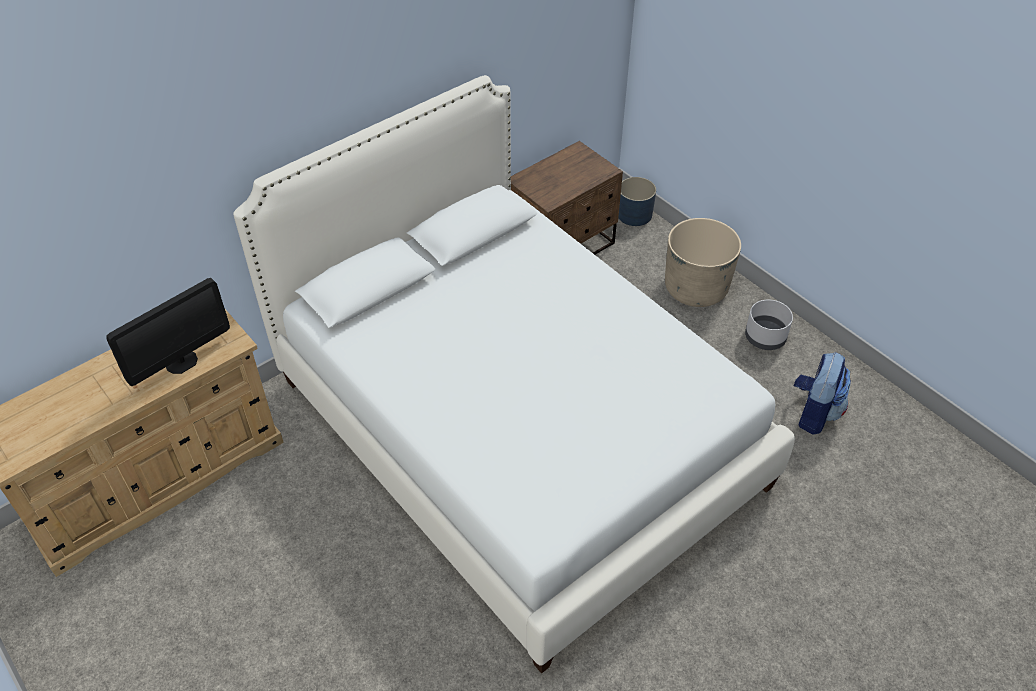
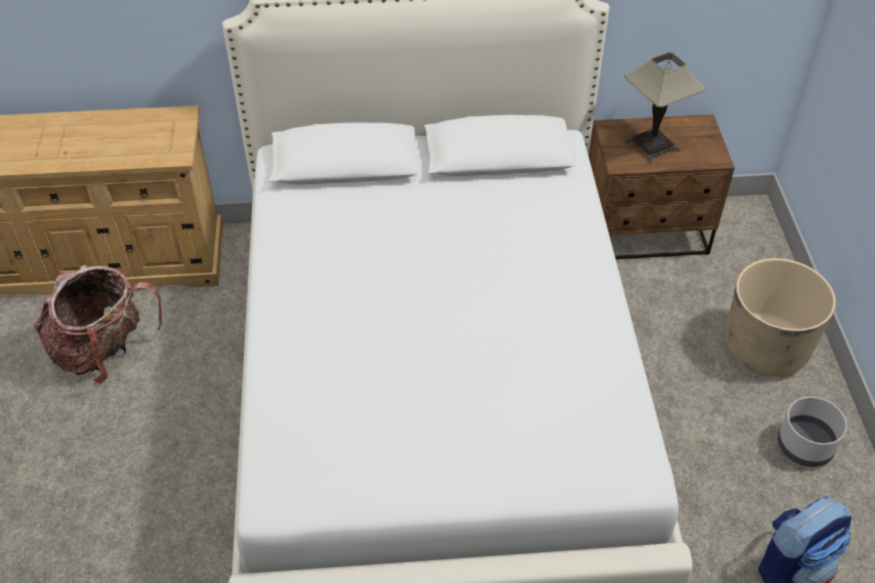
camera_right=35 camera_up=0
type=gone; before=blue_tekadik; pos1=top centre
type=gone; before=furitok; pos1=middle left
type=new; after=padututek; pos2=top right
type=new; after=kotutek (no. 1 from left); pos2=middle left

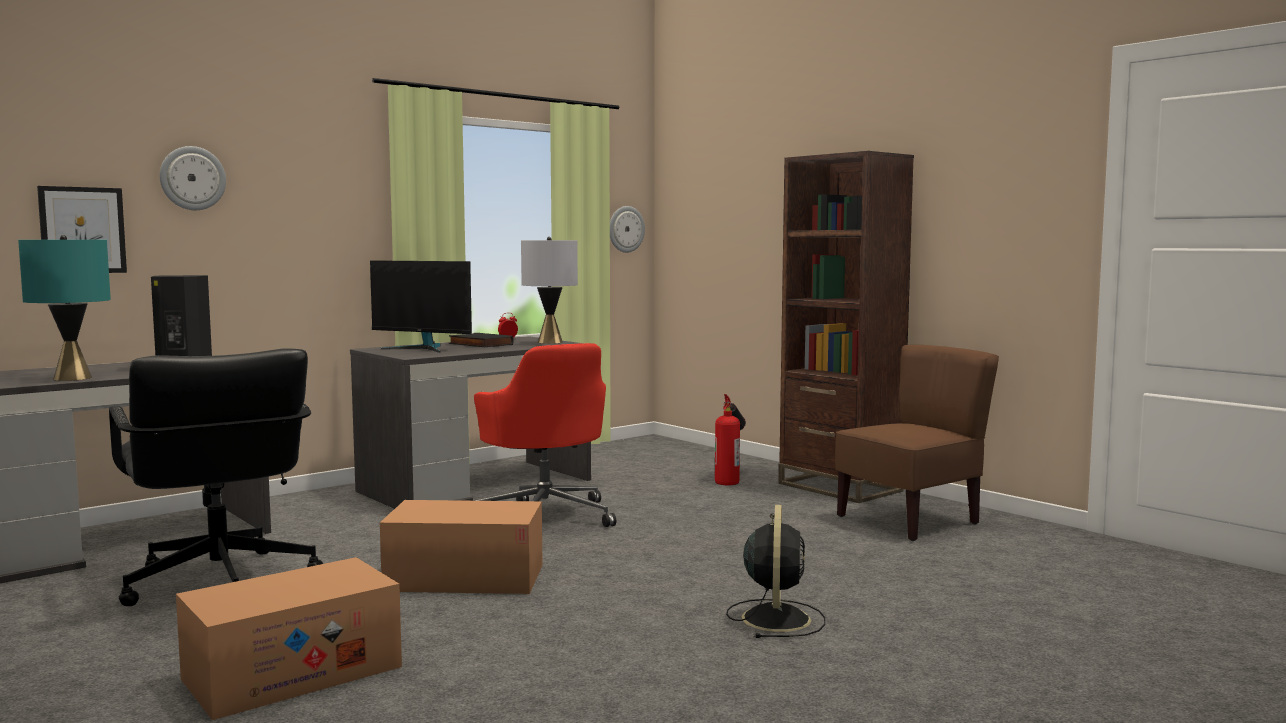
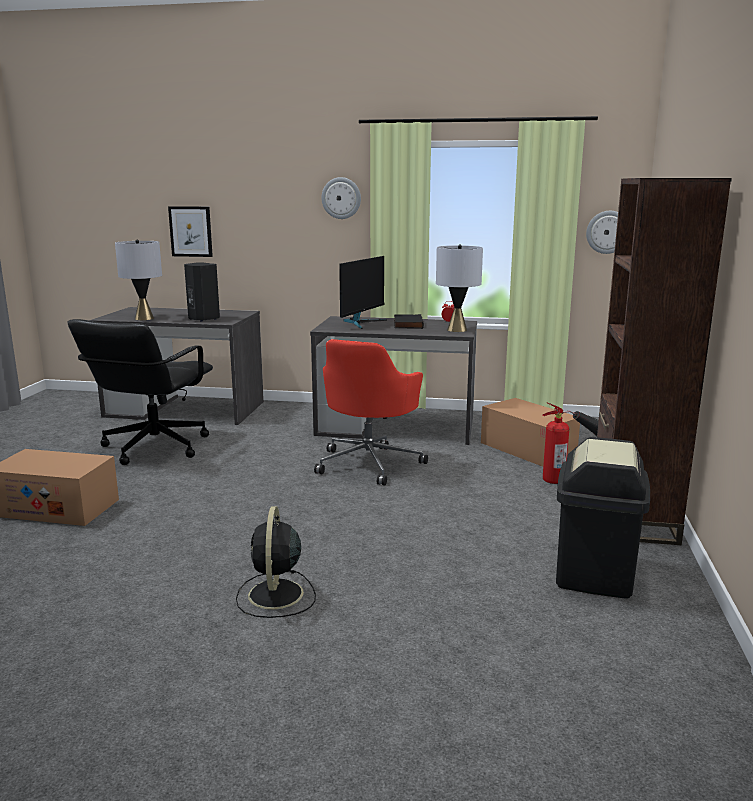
camera_right=50 camera_up=10
type=shifted; before=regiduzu (no. 1 from left); pos1=top left; pos2=top centre
type=repainted; before=turquoise_padututek; after=grey_padututek (no. 1 from left); pos1=middle left; pos2=middle left
type=rotated; before=furitok; pos1=middle left; pos2=centre; turn=-135
type=swapped; before=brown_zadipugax; after=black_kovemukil; pos1=middle right; pos2=middle right
type=shifted; before=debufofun (no. 2 from left); pos1=bottom centre; pos2=middle right
type=rotated; before=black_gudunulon; pos1=bottom centre; pos2=bottom centre; turn=120

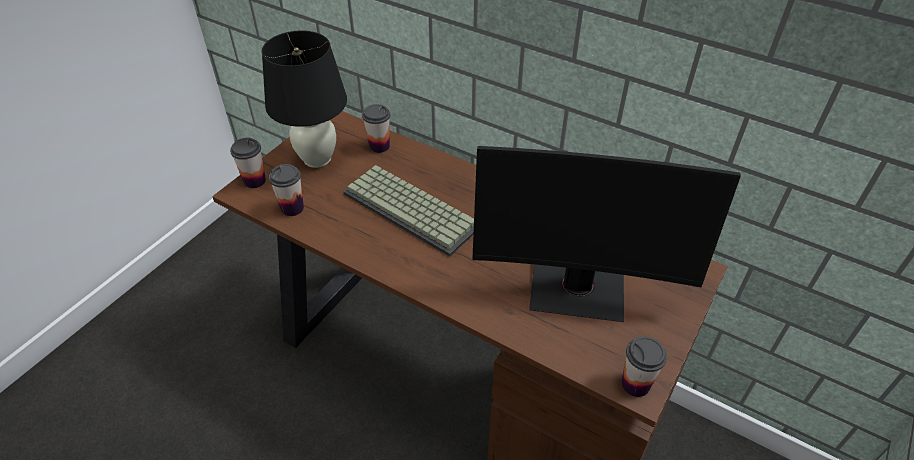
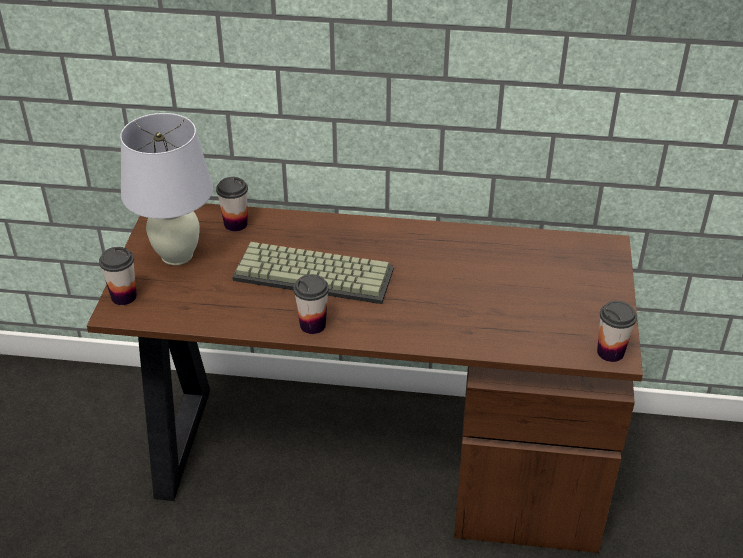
camera_right=-25 camera_up=-5
type=repainted; before=black_padututek; after=white_padututek; pos1=top left; pos2=middle left
type=gone; before=furitok; pos1=centre
type=shifted; before=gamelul (no. 2 from left in the first image); after=gamelul (no. 3 from left); pos1=middle left; pos2=centre

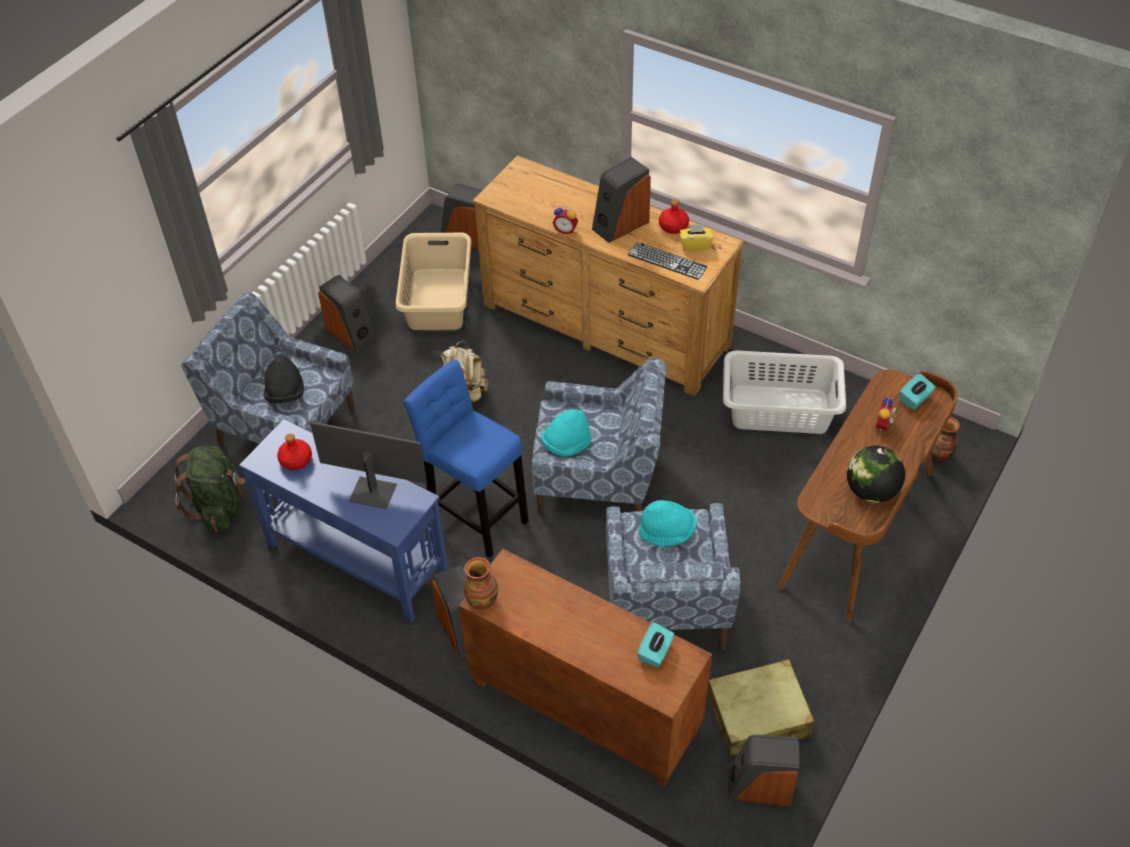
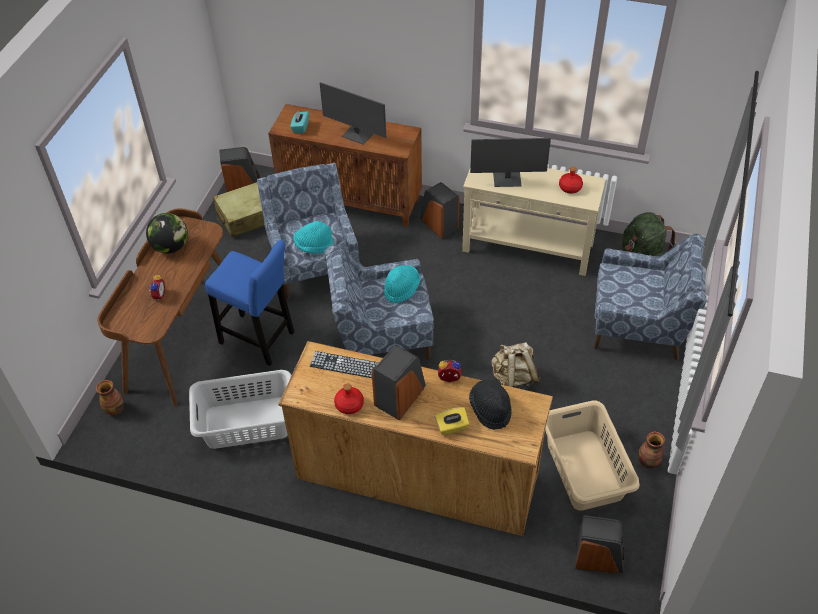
camera_right=165 camera_up=0
type=shifted; before=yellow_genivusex; pos1=top centre; pos2=bottom centre
type=gone; before=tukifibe (no. 1 from left); pos1=middle left
type=shifted; before=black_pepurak; pos1=middle left; pos2=centre
type=shifted; before=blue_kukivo; pos1=centre; pos2=middle left
type=gone; before=turquoise_genivusex (no. 2 from left); pos1=middle right
type=repainted; before=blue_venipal; after=beige_venipal; pos1=middle left; pos2=centre
type=shifted; before=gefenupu (no. 1 from left in the first image); after=gefenupu (no. 2 from left); pos1=bottom centre; pos2=bottom right
type=new; after=furitok (no. 1 from left); pos2=top centre

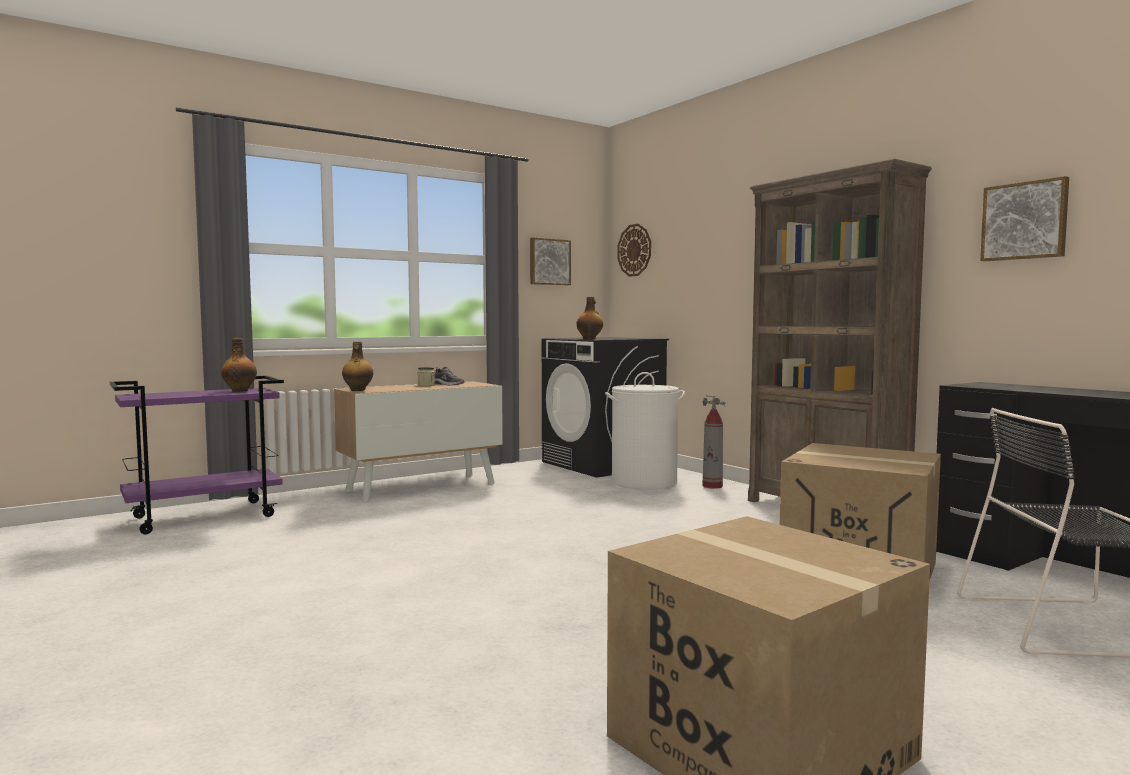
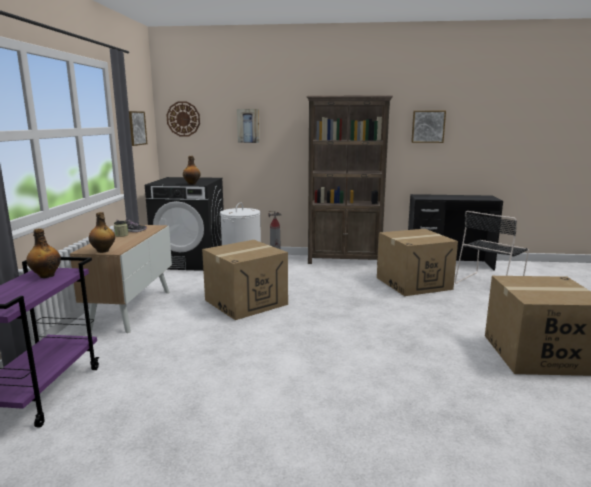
camera_right=-50 camera_up=10
type=new; after=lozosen (no. 2 from left); pos2=top centre
type=new; after=debufofun (no. 1 from left); pos2=centre

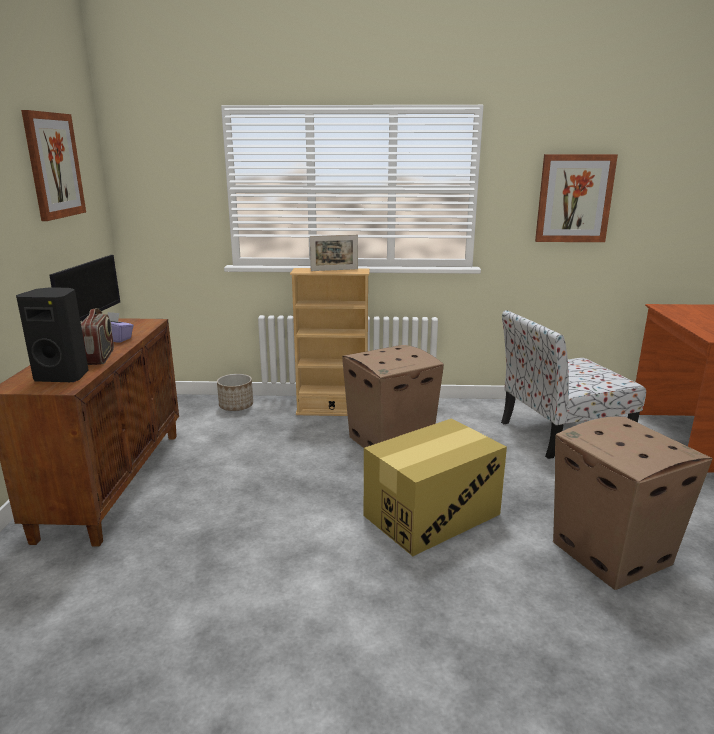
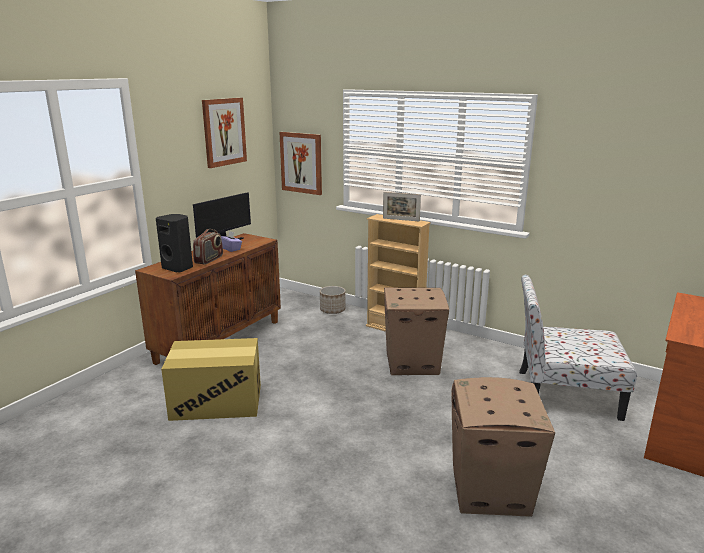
camera_right=30 camera_up=0
type=shifted; before=lozosen (no. 2 from left); pos1=top right; pos2=top centre
type=shifted; before=debufofun (no. 2 from left in the first image); after=debufofun (no. 1 from left); pos1=centre; pos2=bottom left

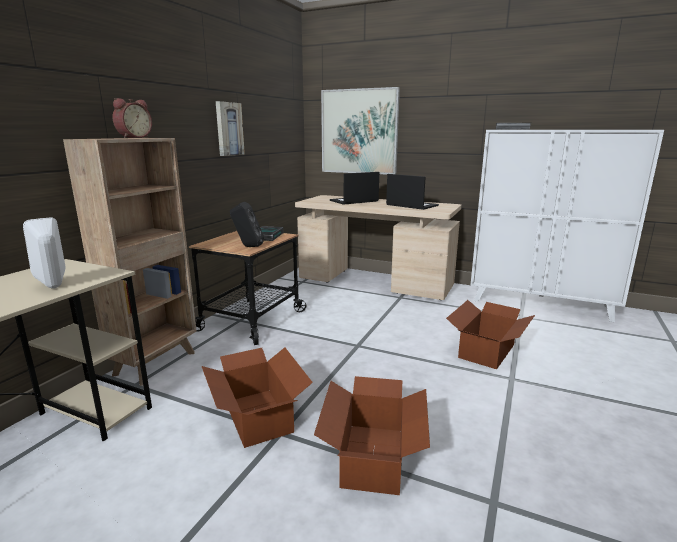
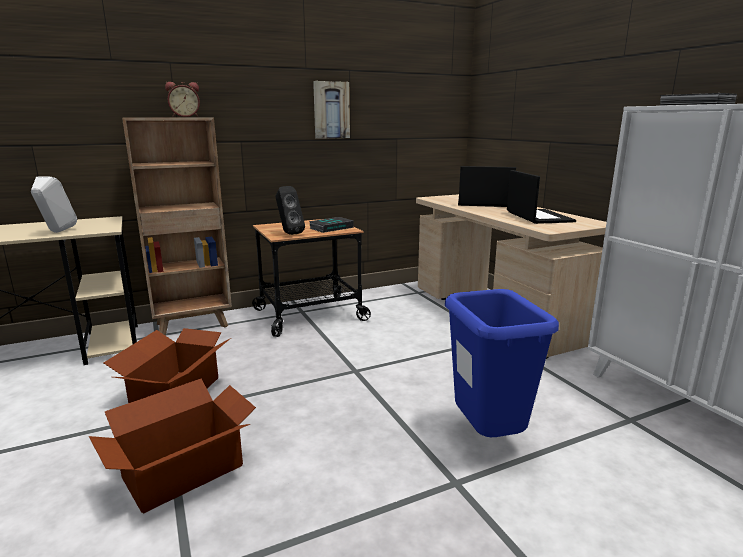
camera_right=40 camera_up=0
type=gone; before=lozosen (no. 2 from left); pos1=top centre
type=swapped; before=debufofun (no. 3 from left); after=blue_kovemukil; pos1=middle right; pos2=middle right

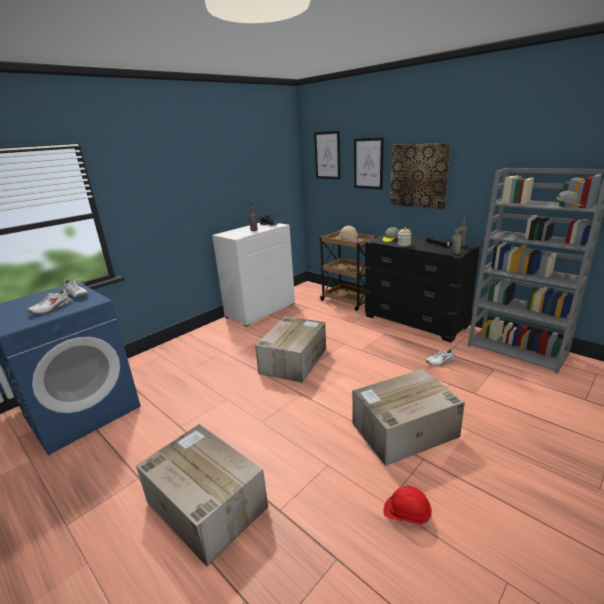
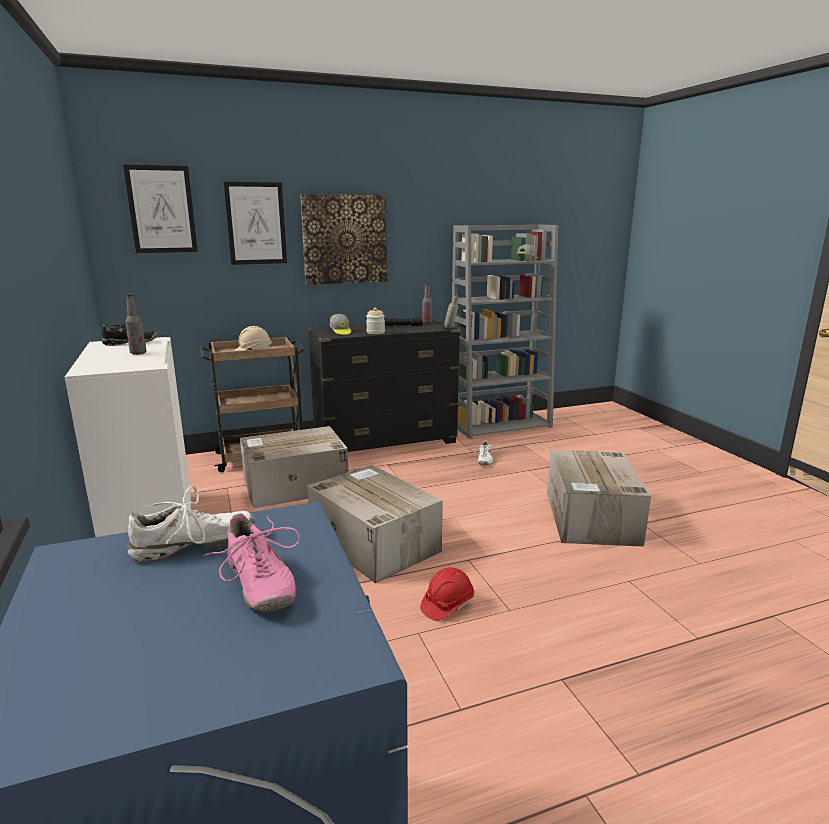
camera_right=-65 camera_up=-5
type=repainted; before=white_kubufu (no. 1 from left); after=pink_kubufu; pos1=middle left; pos2=bottom left
type=shifted; before=debufofun (no. 1 from left); pos1=bottom centre; pos2=centre
type=shifted; before=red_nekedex; pos1=bottom right; pos2=bottom centre

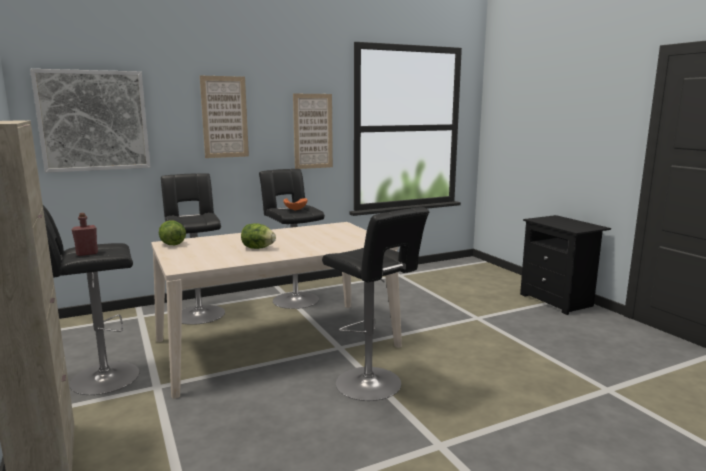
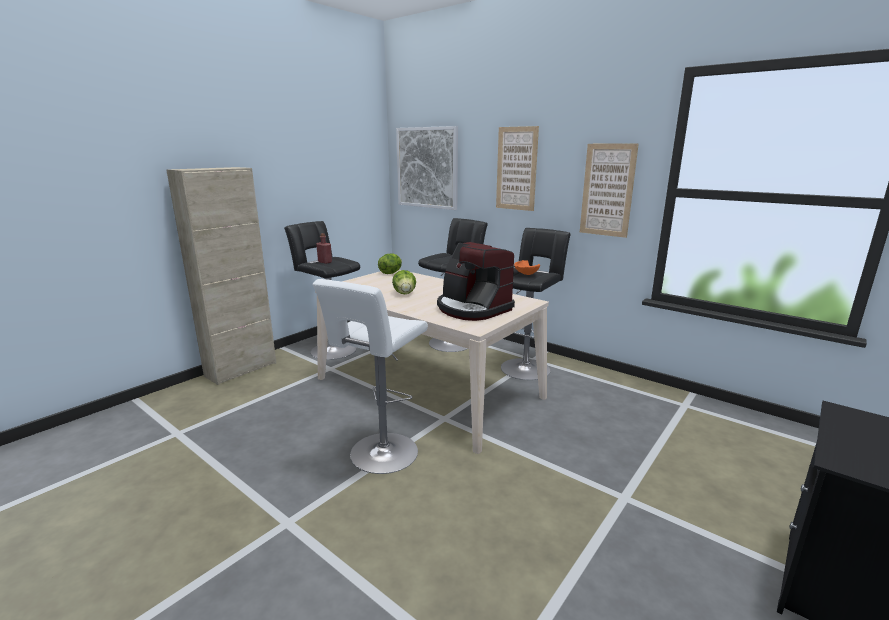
camera_right=65 camera_up=5
type=repainted; before=black_kukivo (no. 4 from left); after=white_kukivo; pos1=centre; pos2=centre
type=new; after=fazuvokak; pos2=centre

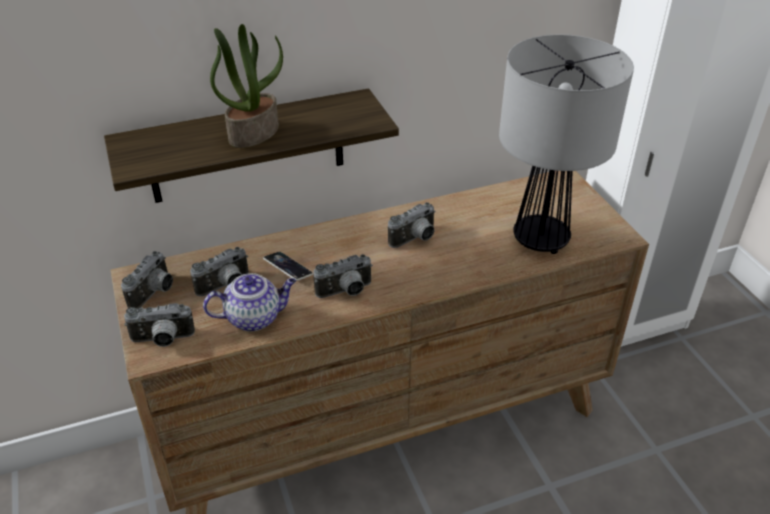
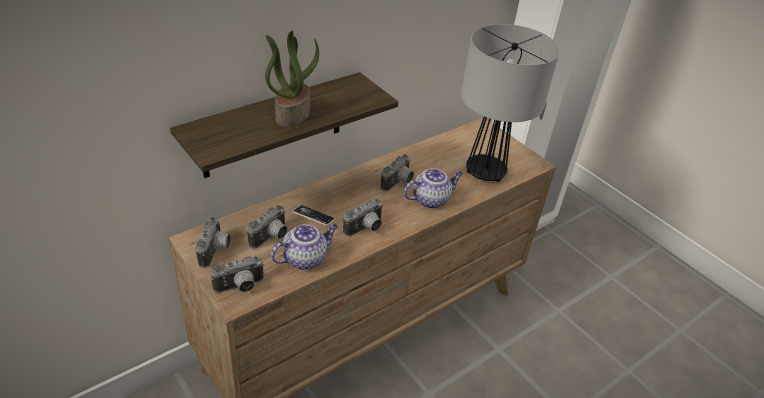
camera_right=-20 camera_up=0
type=new; after=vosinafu (no. 2 from left); pos2=centre

